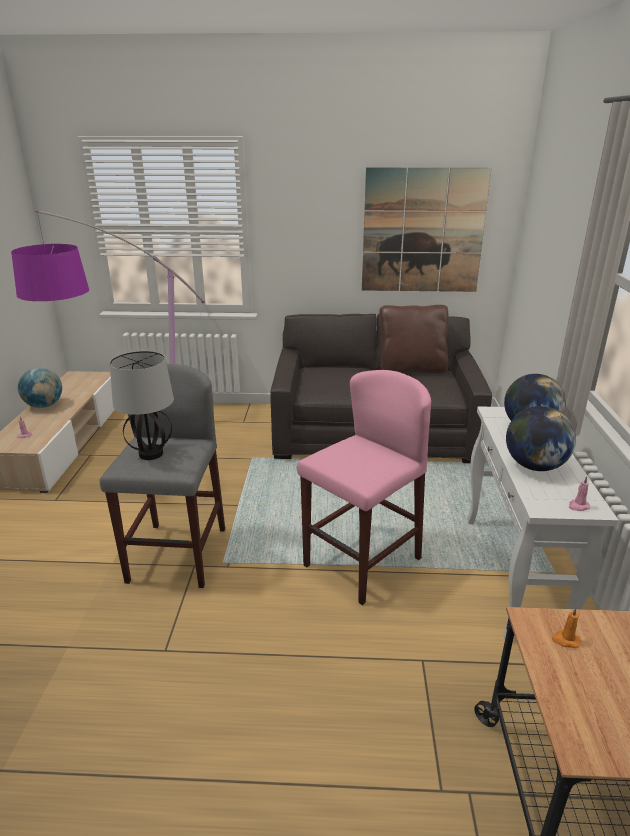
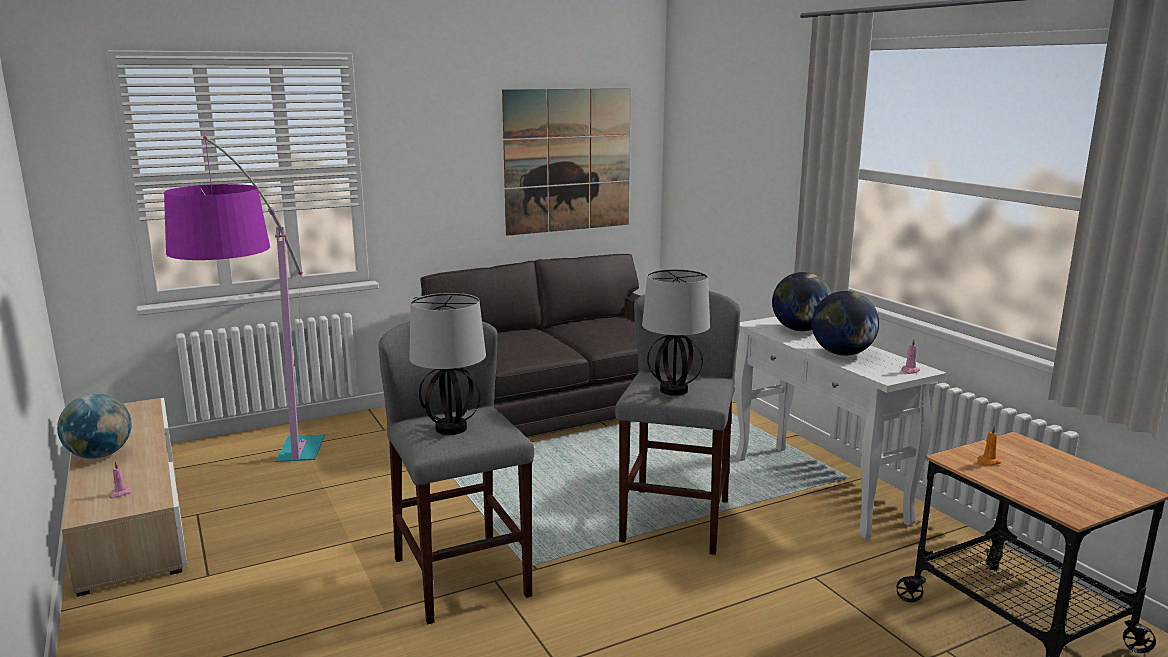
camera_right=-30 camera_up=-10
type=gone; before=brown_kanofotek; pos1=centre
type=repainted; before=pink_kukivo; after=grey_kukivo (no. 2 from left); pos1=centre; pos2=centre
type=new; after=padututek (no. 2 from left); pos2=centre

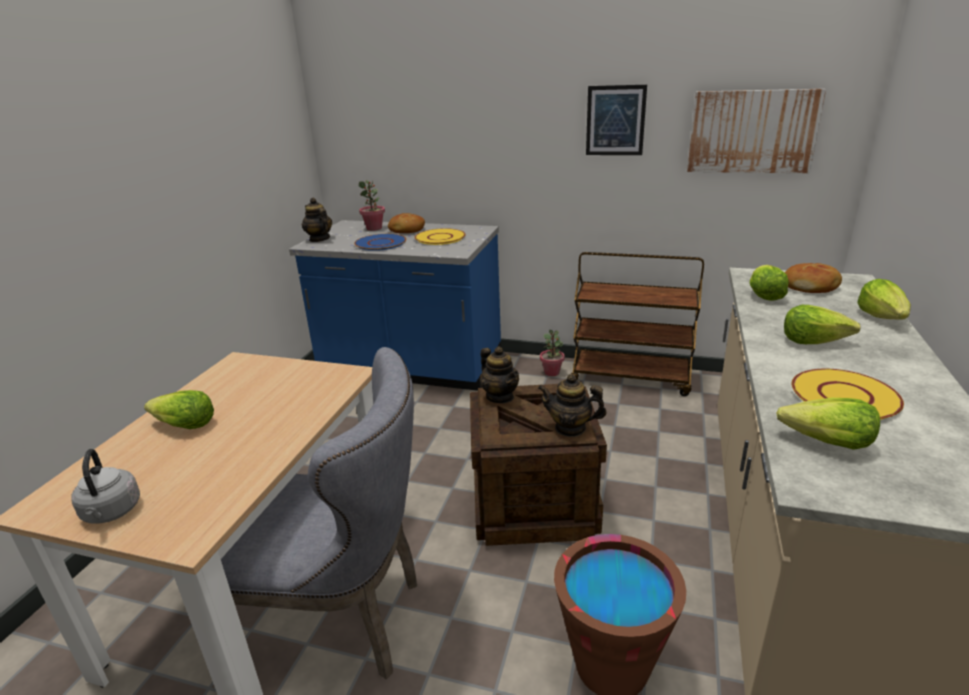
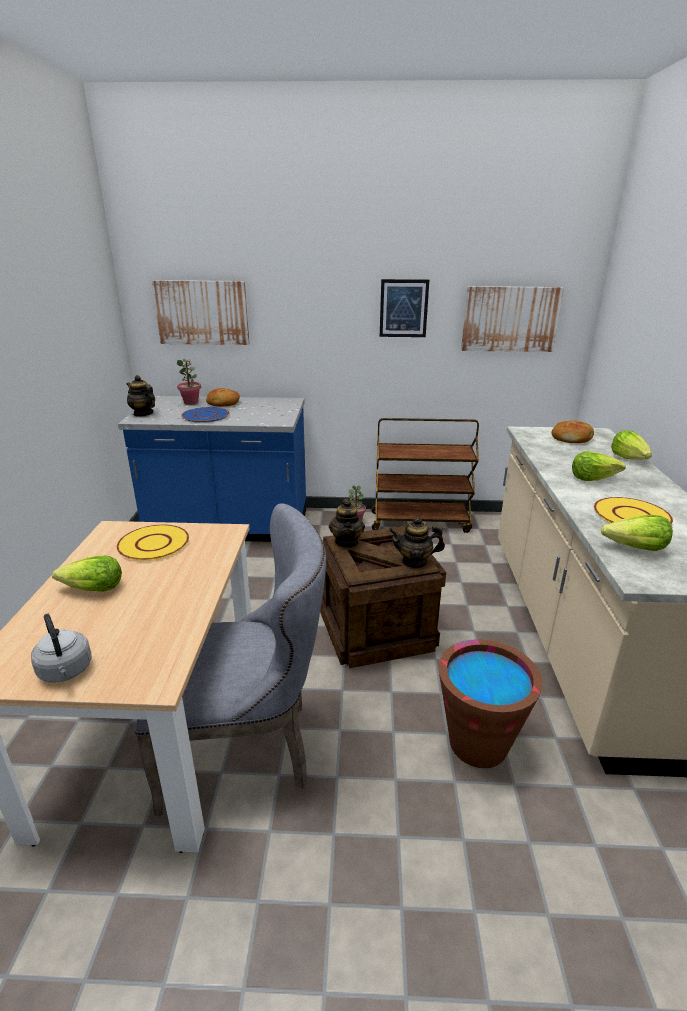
camera_right=-15 camera_up=0
type=shifted; before=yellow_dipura (no. 1 from left); pos1=centre; pos2=middle left
type=gone; before=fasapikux (no. 2 from left); pos1=middle right
type=rotated; before=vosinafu (no. 2 from left); pos1=centre; pos2=centre; turn=45
type=new; after=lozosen (no. 1 from left); pos2=top left

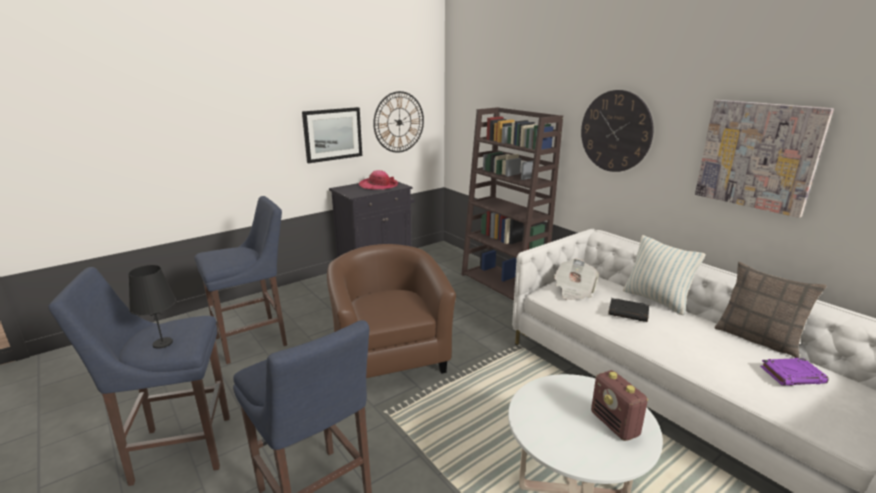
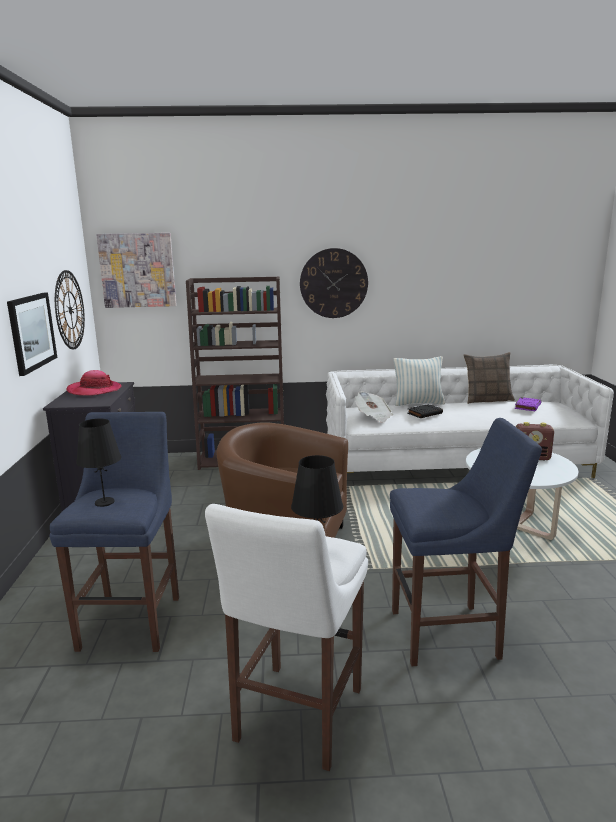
camera_right=-55 camera_up=-5
type=shifted; before=lozosen (no. 2 from left); pos1=top right; pos2=top left
type=repainted; before=blue_kukivo (no. 1 from left); after=white_kukivo; pos1=bottom left; pos2=bottom centre
type=new; after=black_padututek (no. 1 from left); pos2=middle left

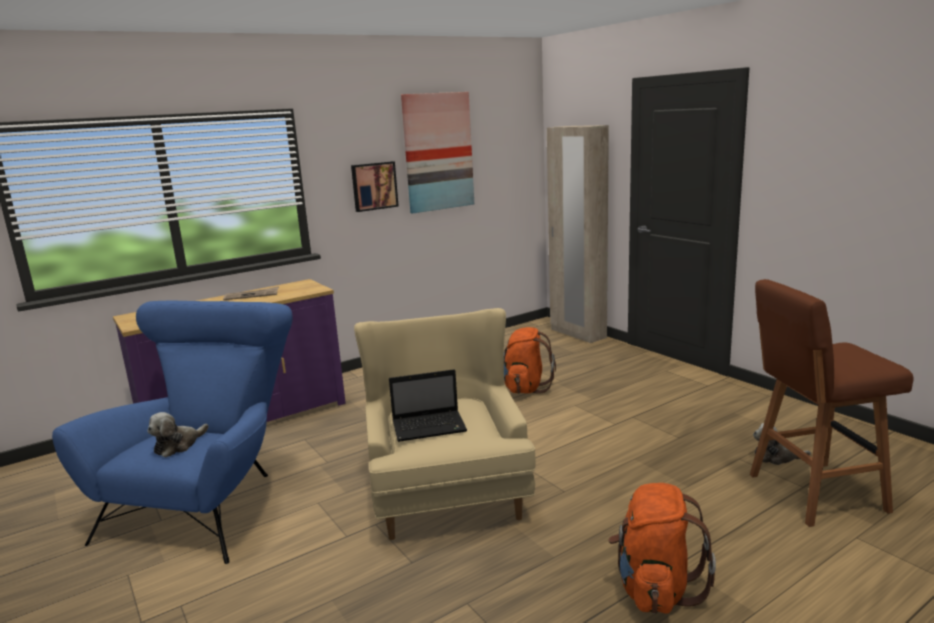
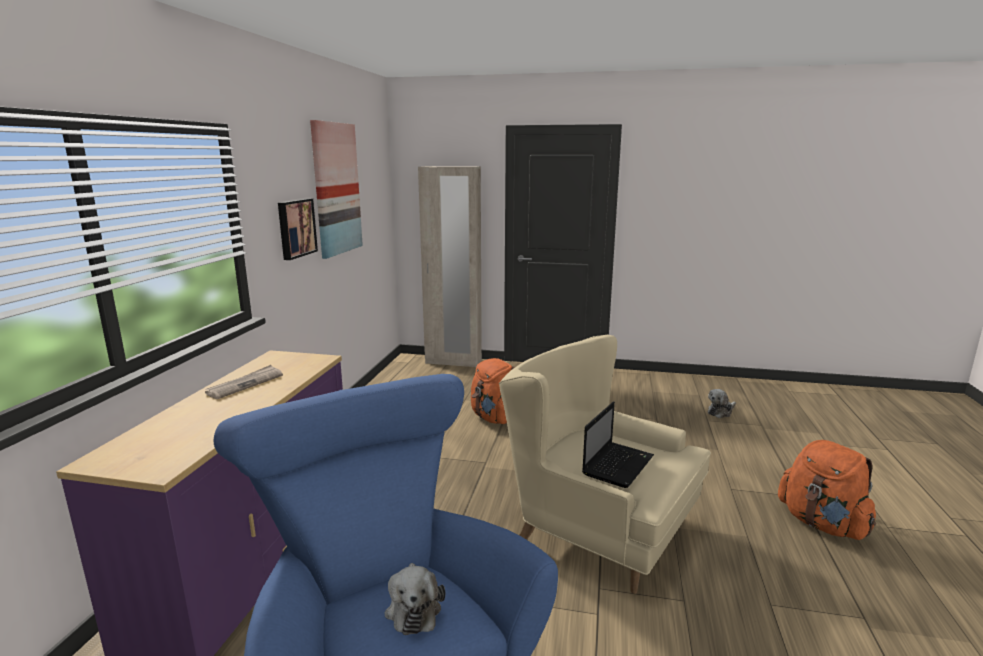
camera_right=-45 camera_up=0
type=gone; before=brown_kukivo; pos1=middle right

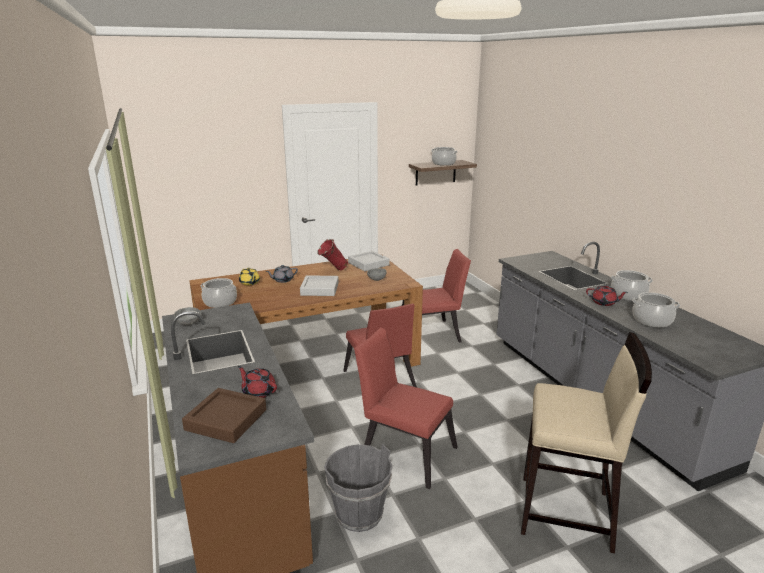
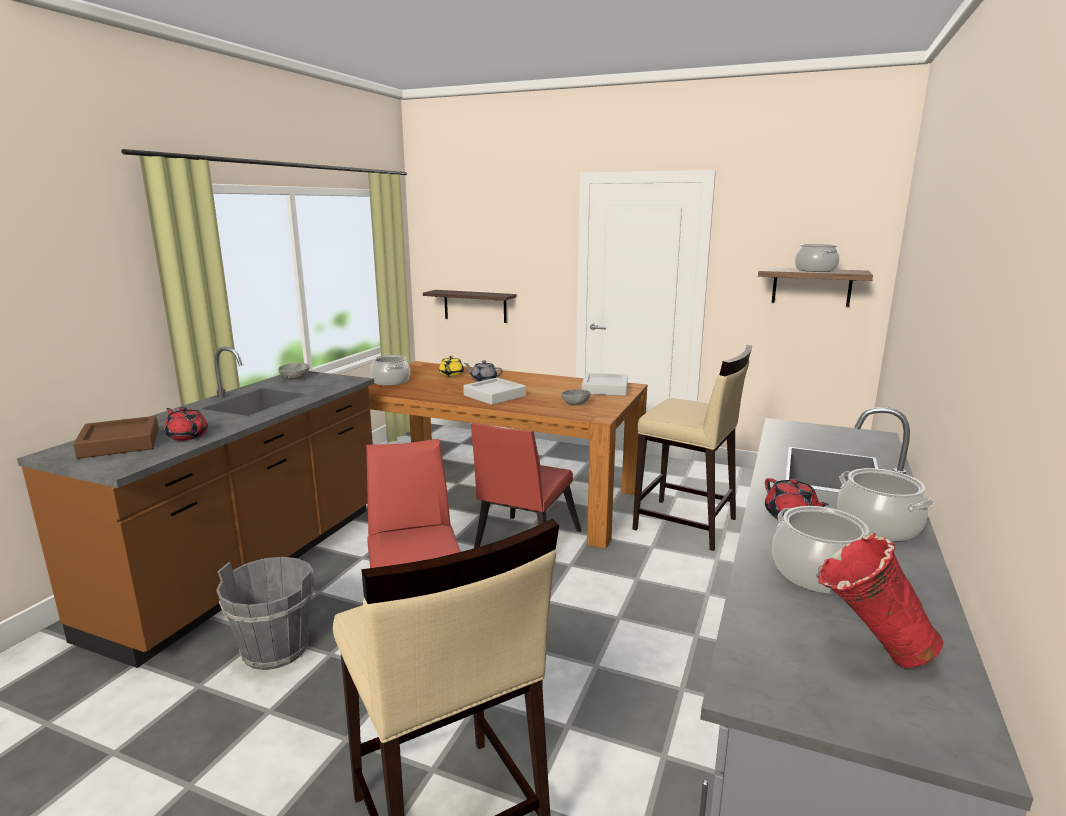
camera_right=45 camera_up=-5
type=shifted; before=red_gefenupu; pos1=centre; pos2=bottom right
type=swapped; before=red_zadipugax (no. 3 from left); after=beige_kukivo (no. 2 from left); pos1=centre; pos2=centre
type=rotated; before=red_vosinafu (no. 1 from left); pos1=bottom centre; pos2=middle left; turn=-45
type=new; after=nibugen (no. 1 from left); pos2=centre

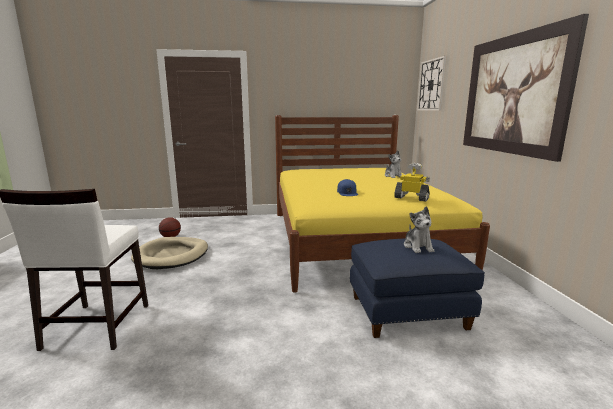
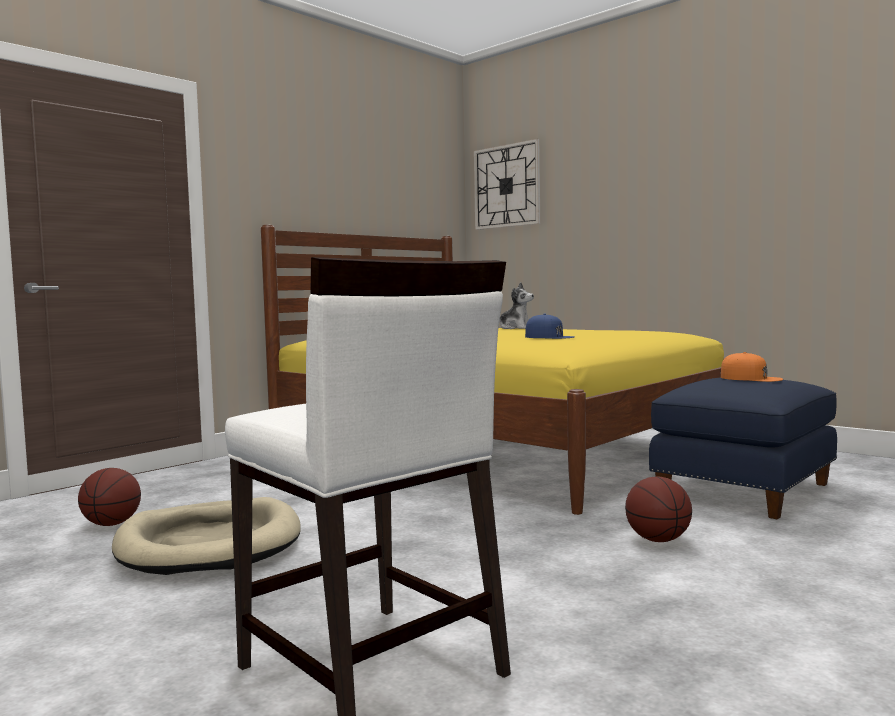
camera_right=-40 camera_up=-10
type=gone; before=lozosen; pos1=top right
type=gone; before=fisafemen; pos1=middle right
type=swapped; before=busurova (no. 2 from left); after=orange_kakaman; pos1=middle right; pos2=middle right
type=new; after=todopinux (no. 2 from left); pos2=bottom right

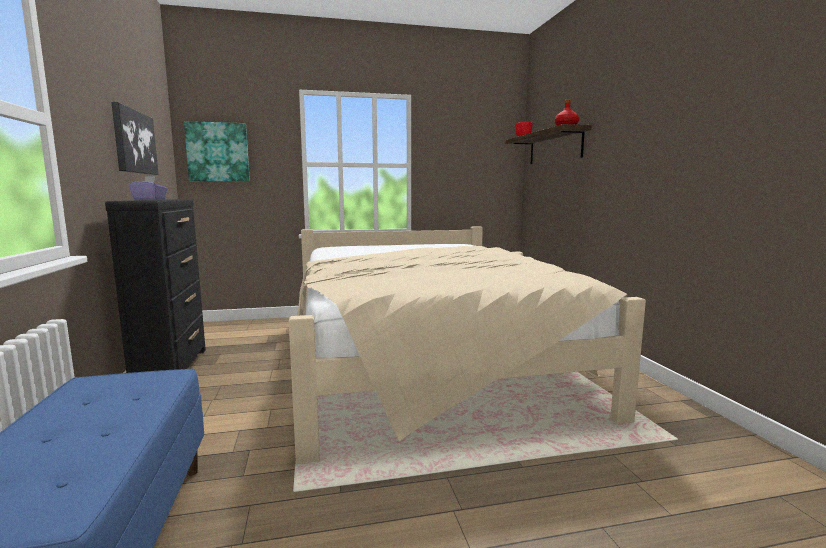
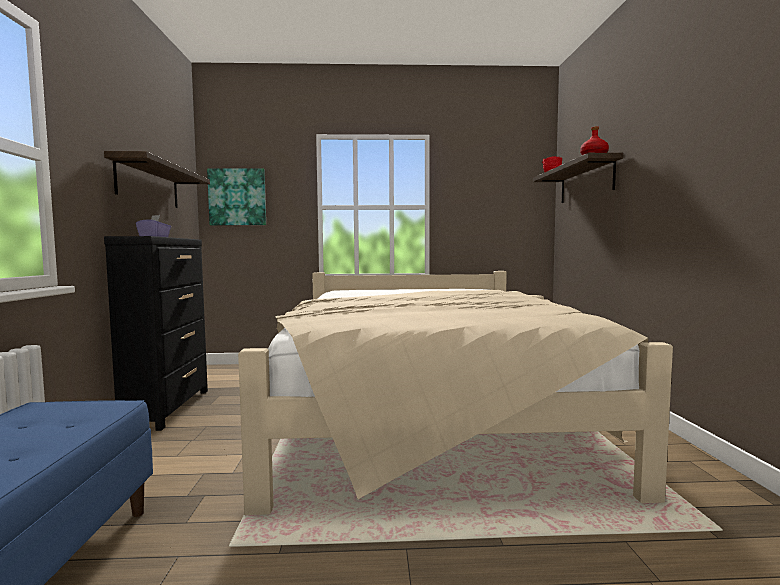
camera_right=10 camera_up=-5
type=swapped; before=lozosen (no. 1 from left); after=nibugen (no. 1 from left); pos1=top left; pos2=top left

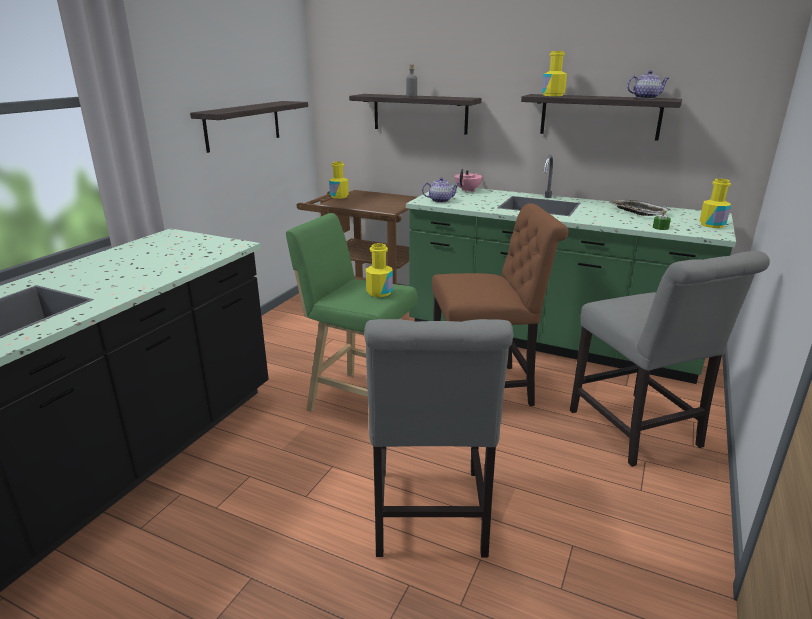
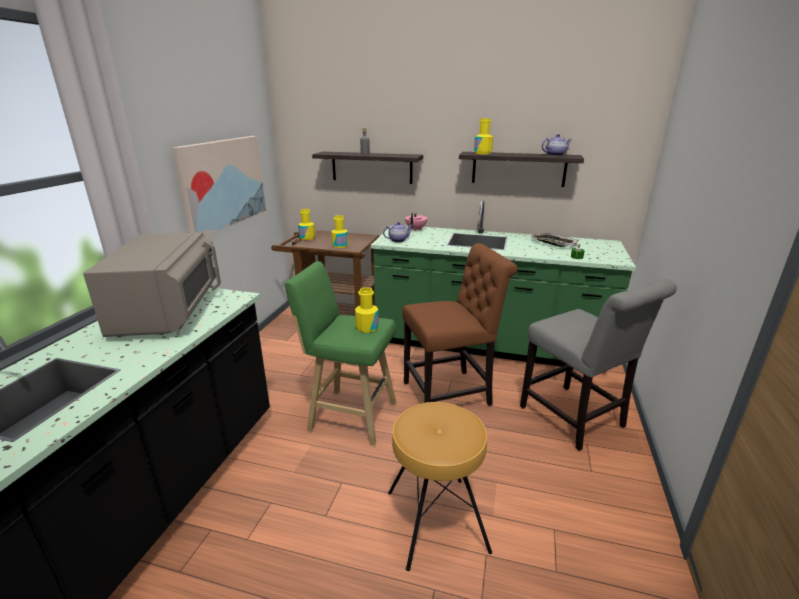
camera_right=-10 camera_up=0
type=swapped; before=nibugen (no. 1 from left); after=lozosen; pos1=top left; pos2=top left
type=shifted; before=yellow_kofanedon (no. 4 from left in the first image); after=yellow_kofanedon (no. 2 from left); pos1=top right; pos2=centre
type=swapped; before=grey_zadipugax (no. 1 from left); after=brown_kukivo; pos1=bottom centre; pos2=bottom centre
type=new; after=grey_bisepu; pos2=middle left

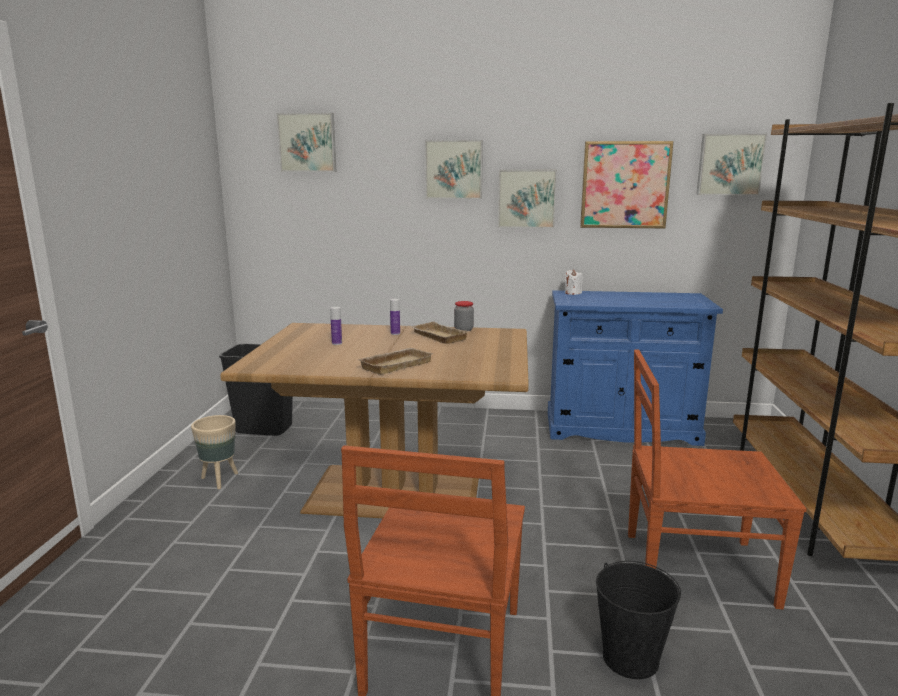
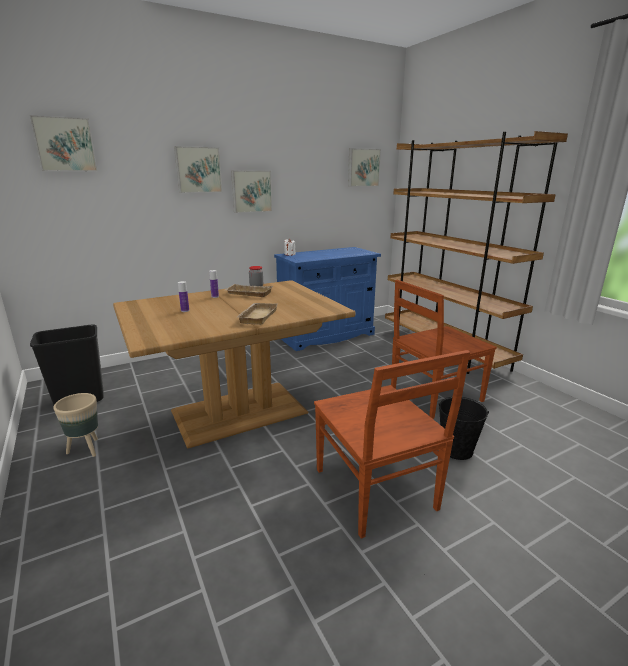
camera_right=-35 camera_up=5
type=gone; before=lozosen (no. 4 from left); pos1=top right

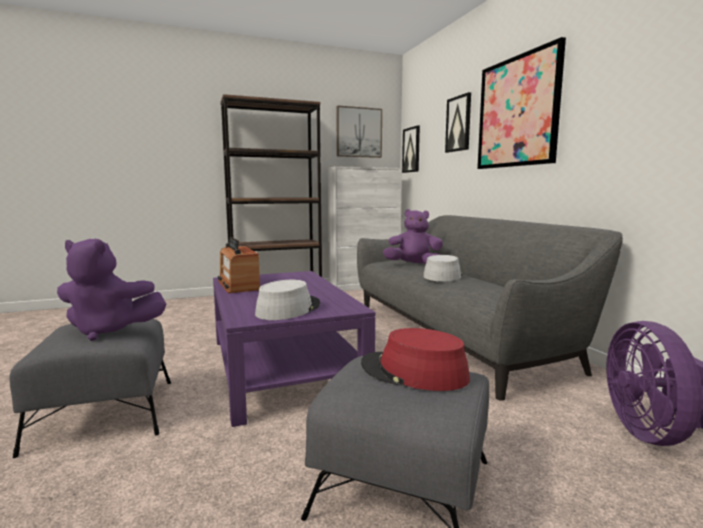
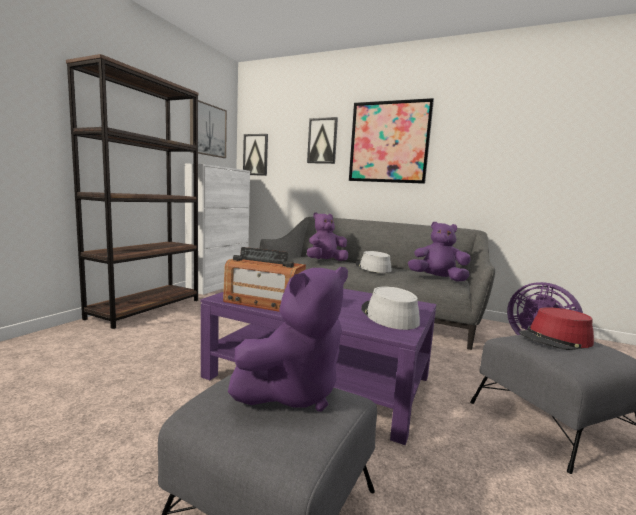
camera_right=-45 camera_up=0
type=new; after=purple_busurova (no. 3 from left); pos2=middle right

